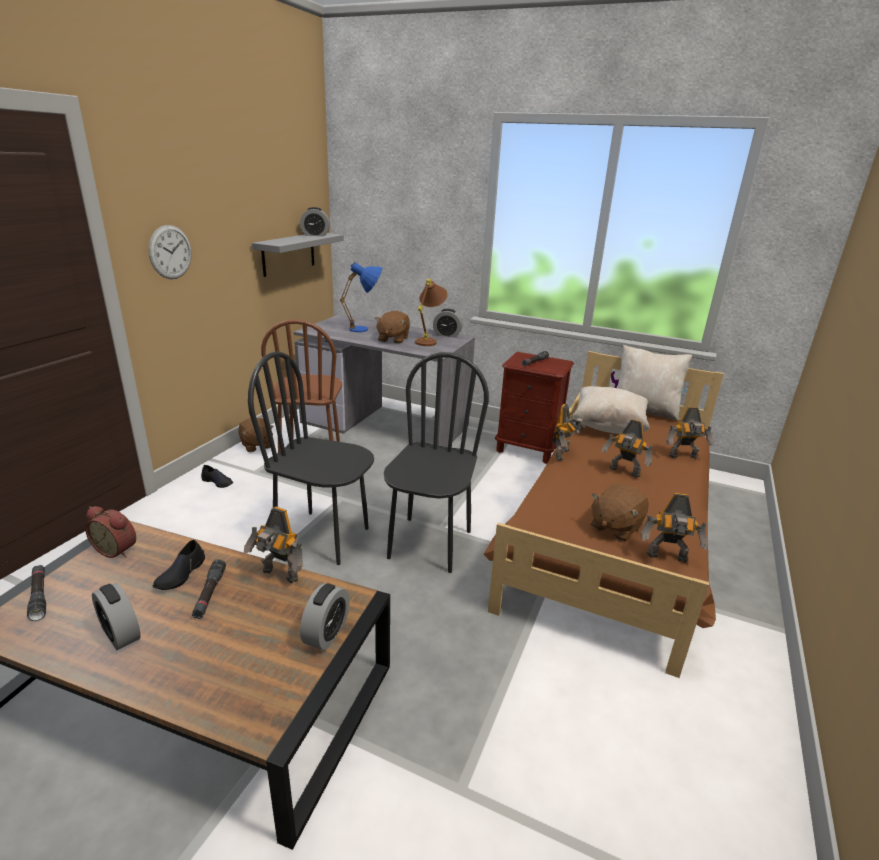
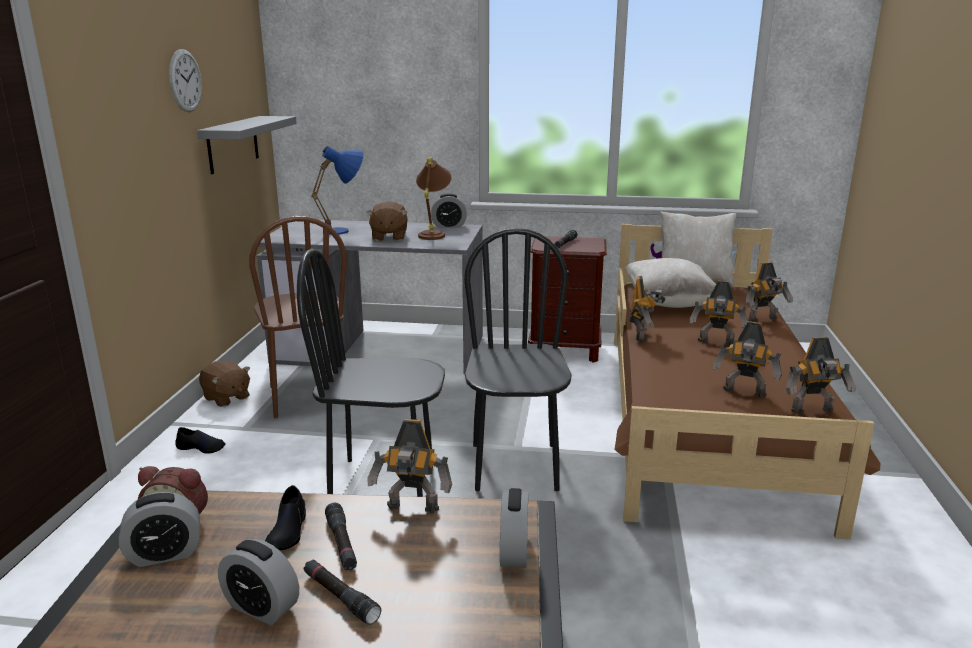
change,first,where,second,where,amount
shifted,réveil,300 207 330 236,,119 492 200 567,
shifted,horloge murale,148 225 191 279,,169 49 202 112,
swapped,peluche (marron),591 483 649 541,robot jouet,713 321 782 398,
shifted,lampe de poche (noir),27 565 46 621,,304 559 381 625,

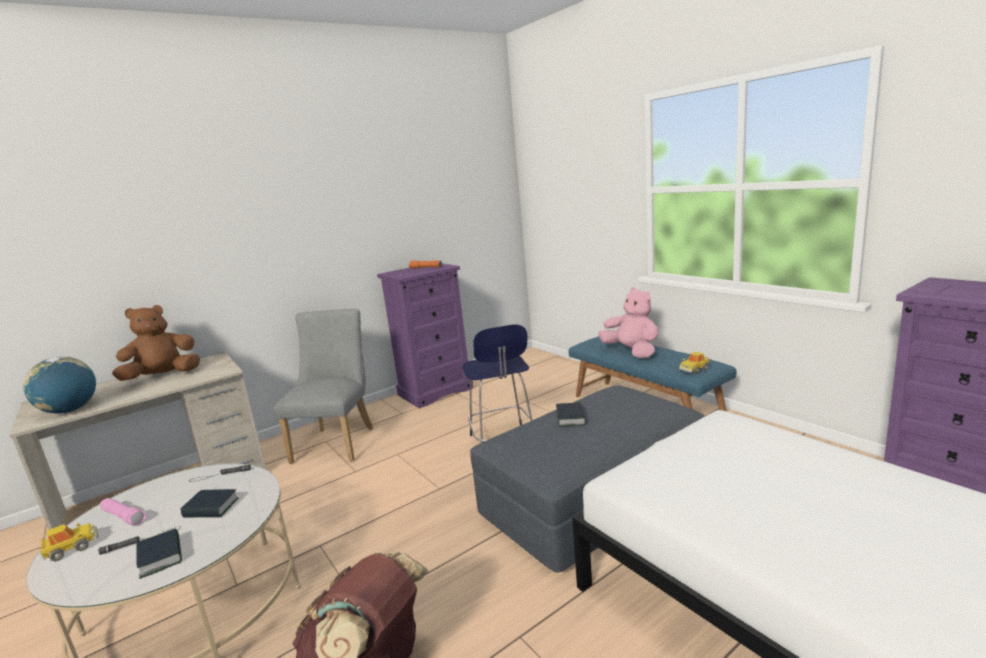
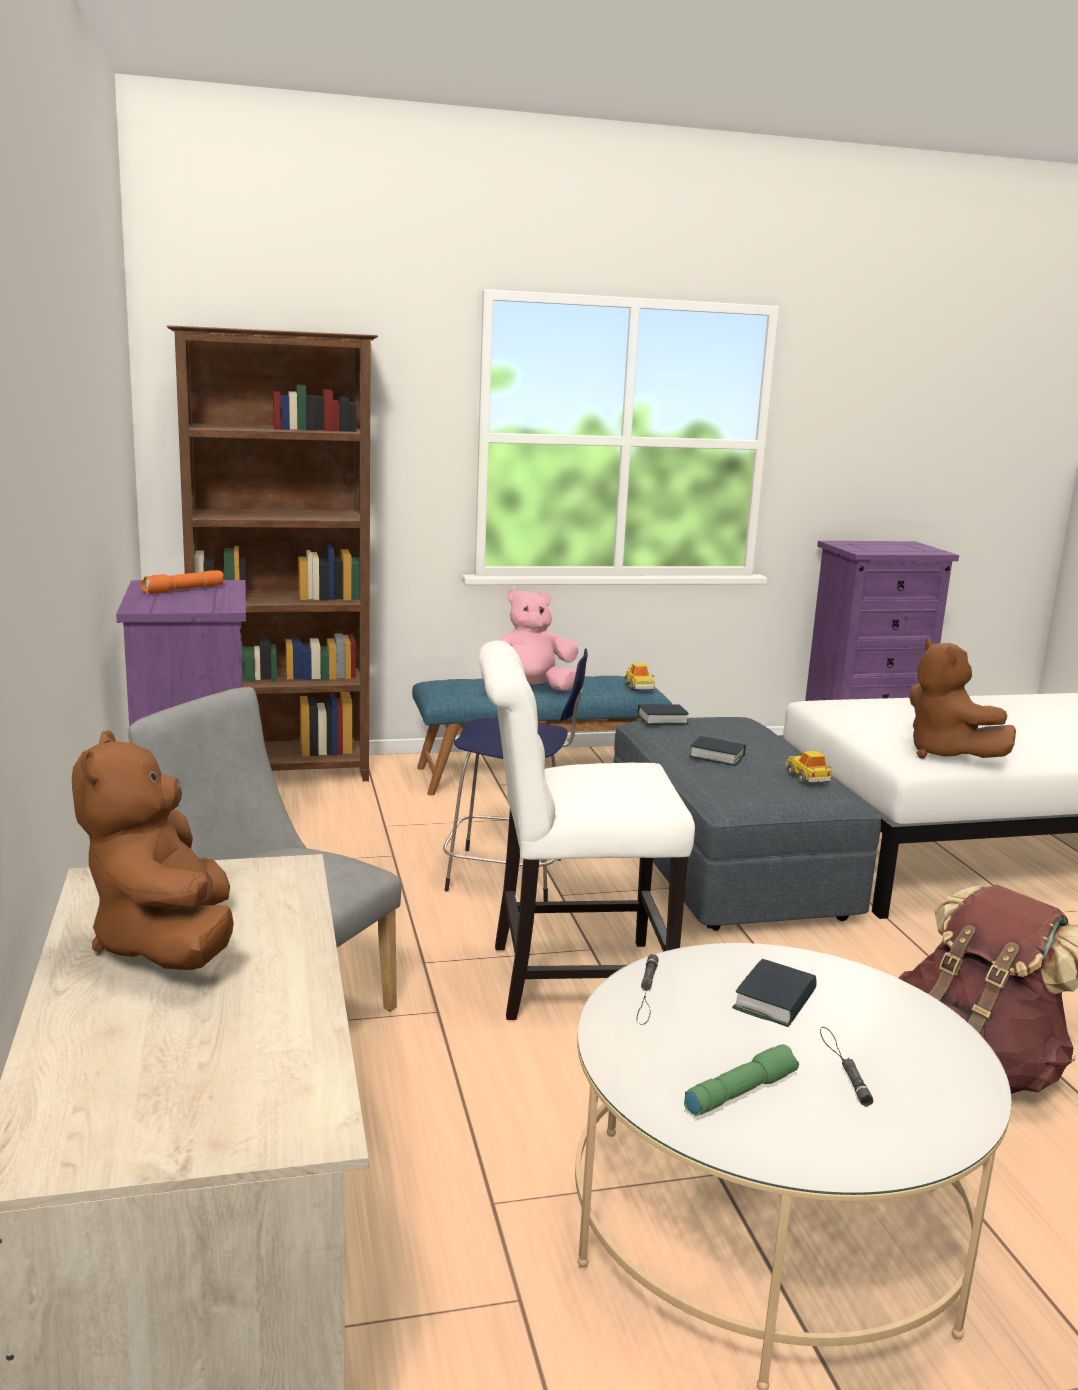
change,first,where,second,where,amount
gone,globe,24 357 96 413,,,
repainted,lampe de poche (rose),100 498 146 526,lampe de poche (vert),684 1044 799 1116,
shifted,petite voiture,39 523 99 561,,785 751 832 784,
shifted,livre,136 529 182 579,,638 704 689 725,
new,,,bibliothèque (marron),167 325 378 781,
new,,,peluche (marron),909 639 1016 759,
new,,,chaise (blanc),479 641 695 1020,

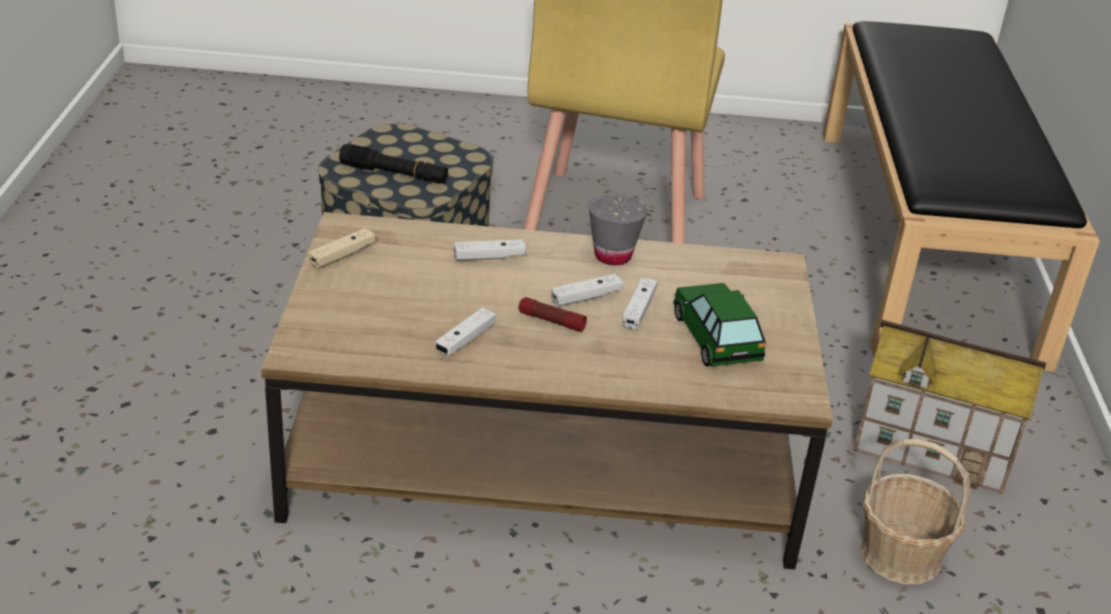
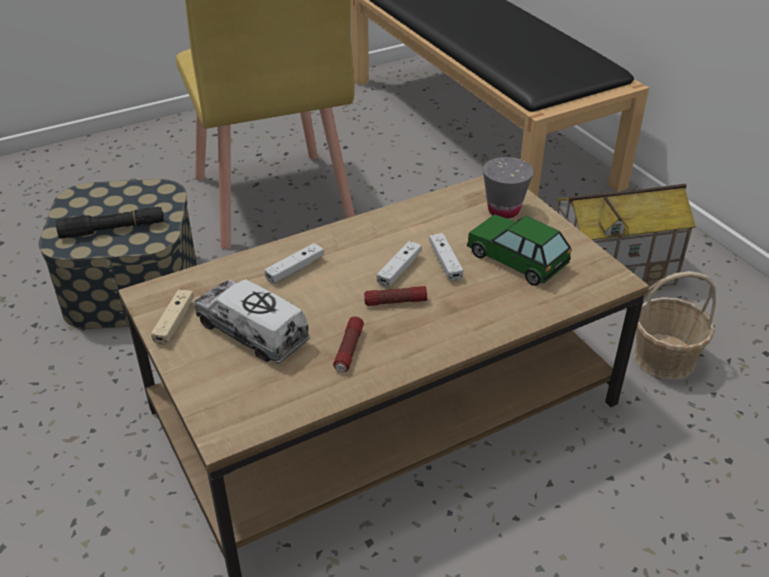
change,first,where,second,where,amount
shifted,tasse (gris),589 193 648 265,,483 157 533 219,
swapped,manette (blanc),435 307 496 355,lampe de poche,333 317 364 372,
new,,,camion jouet,194 279 310 364,

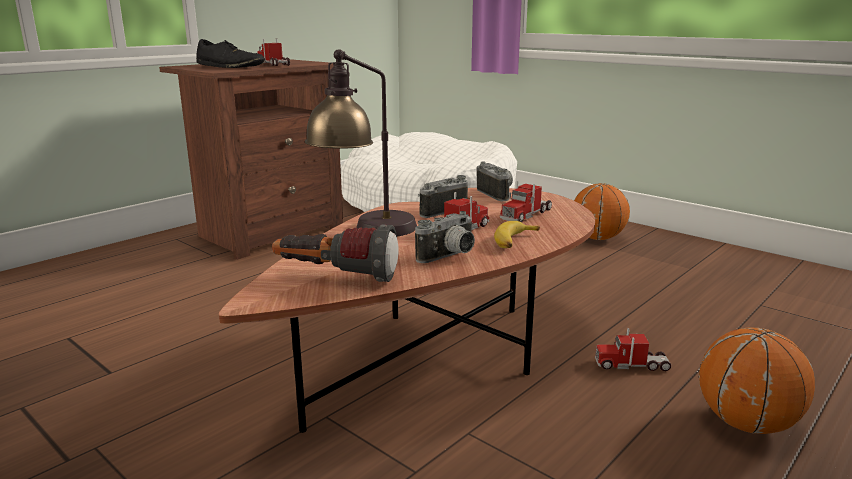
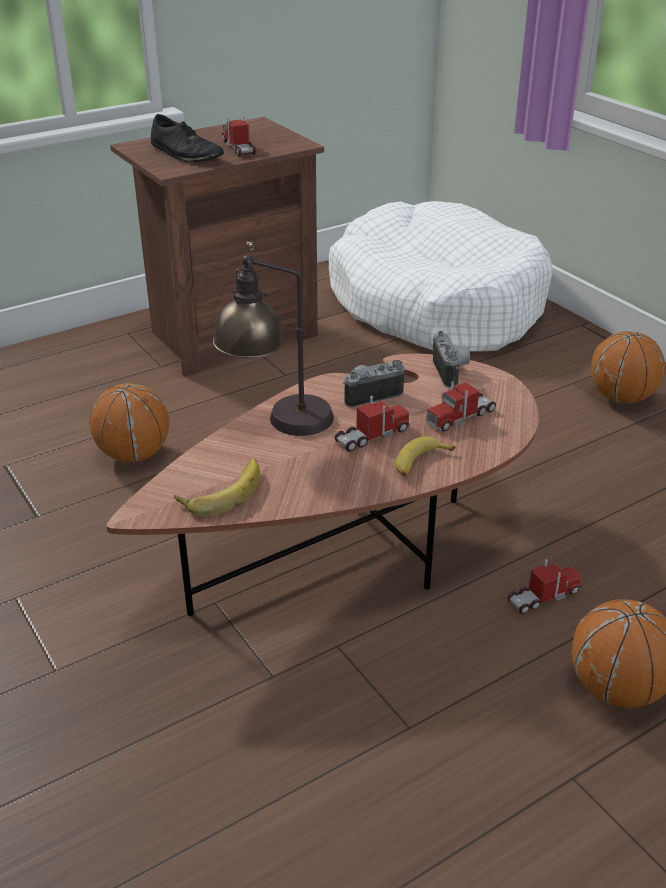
change,first,where,second,where,amount
gone,appareil photo,415 211 475 263,,,
swapped,lampe de poche,272 224 399 282,banane,174 459 260 516,
rotated,camion jouet,595 328 671 371,,507 559 582 614,135 degrees clockwise
new,,,ballon de basket,89 383 170 462,

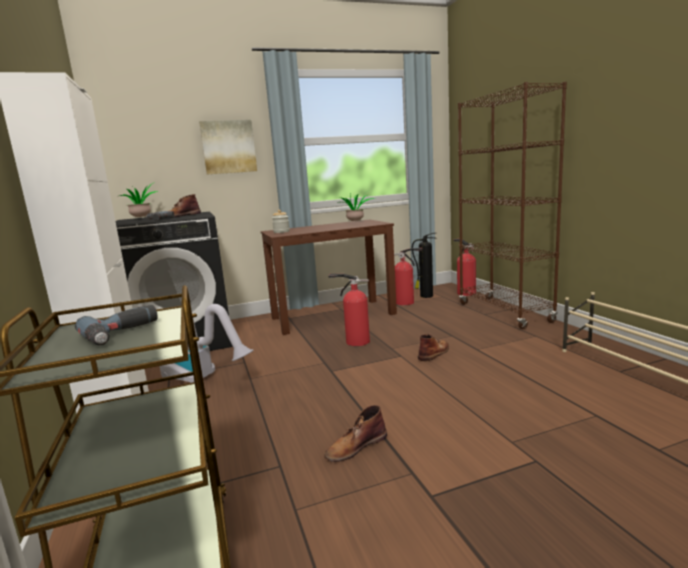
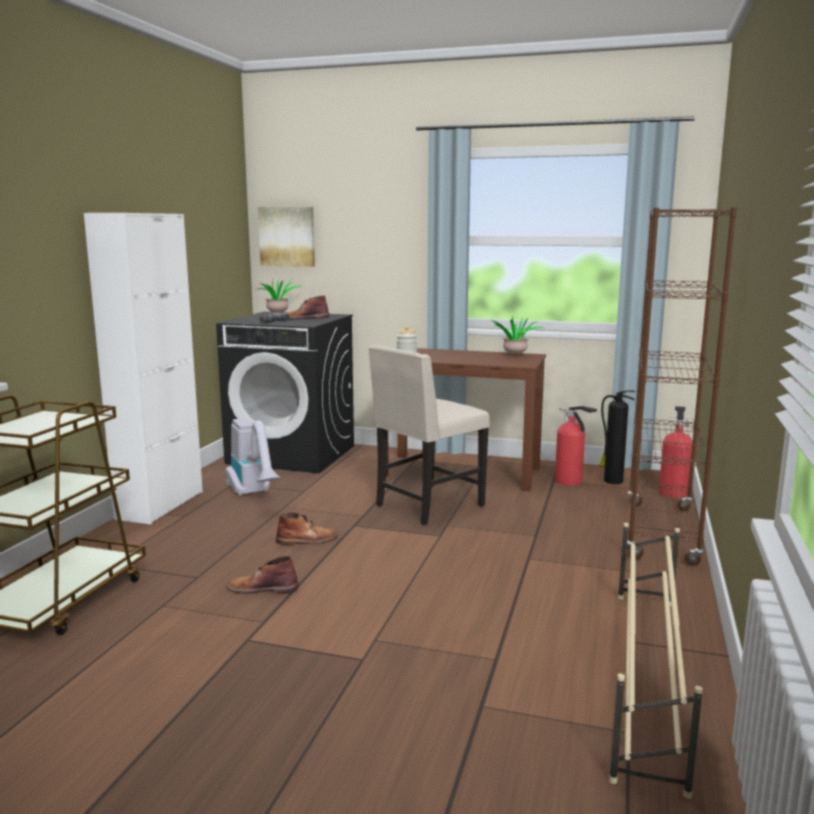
change,first,where,second,where,amount
shifted,tableau,199 120 257 175,,258 207 315 267,
swapped,extincteur,329 274 370 346,chaise (beige),369 345 490 525,
gone,perceuse,75 305 158 345,,,
shifted,botte (marron),418 334 449 361,,276 512 338 545,

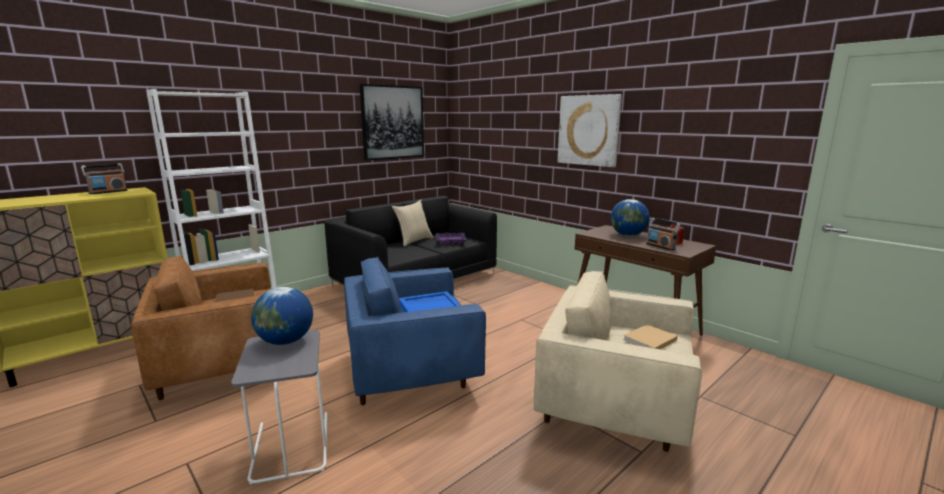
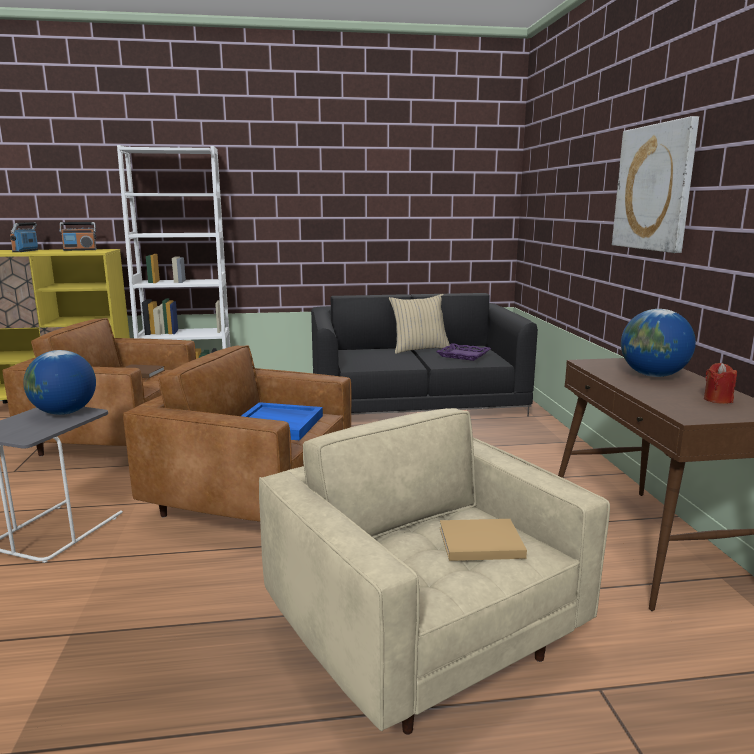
change,first,where,second,where,amount
gone,tableau,360 84 424 161,,,
shifted,radio,646 218 681 251,,10 222 38 252,
repainted,fauteuil (bleu),344 257 486 405,fauteuil (marron),123 345 351 522,

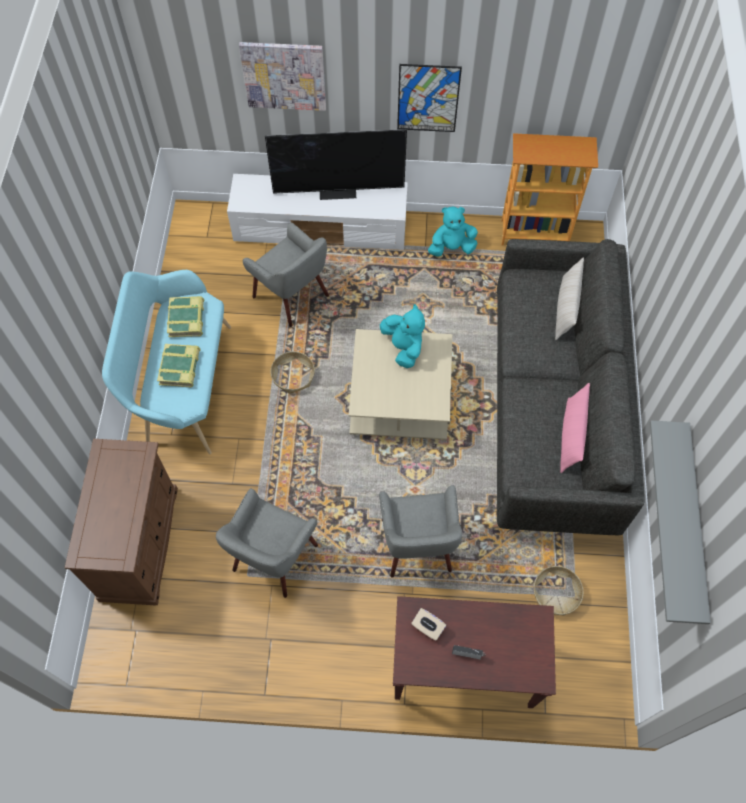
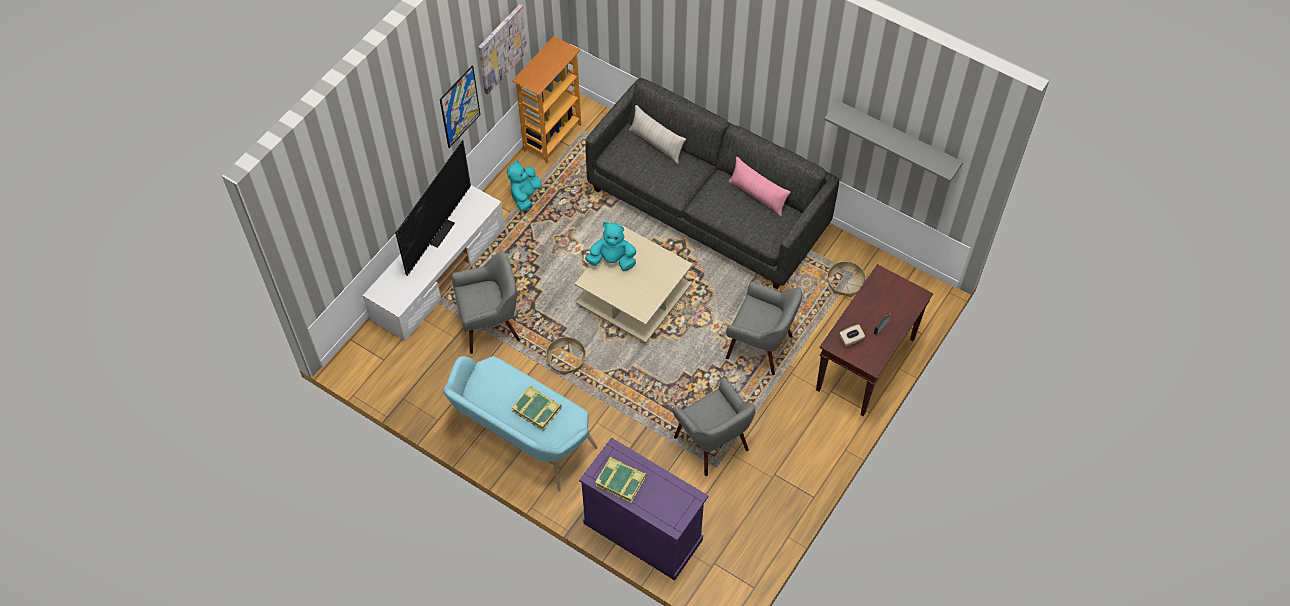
change,first,where,second,where,amount
shifted,tableau,239 42 326 111,,478 4 527 94,
shifted,livre,167 296 204 337,,595 457 647 503,
repainted,meuble de rangement (marron),65 439 178 605,meuble de rangement (violet),579 437 708 581,

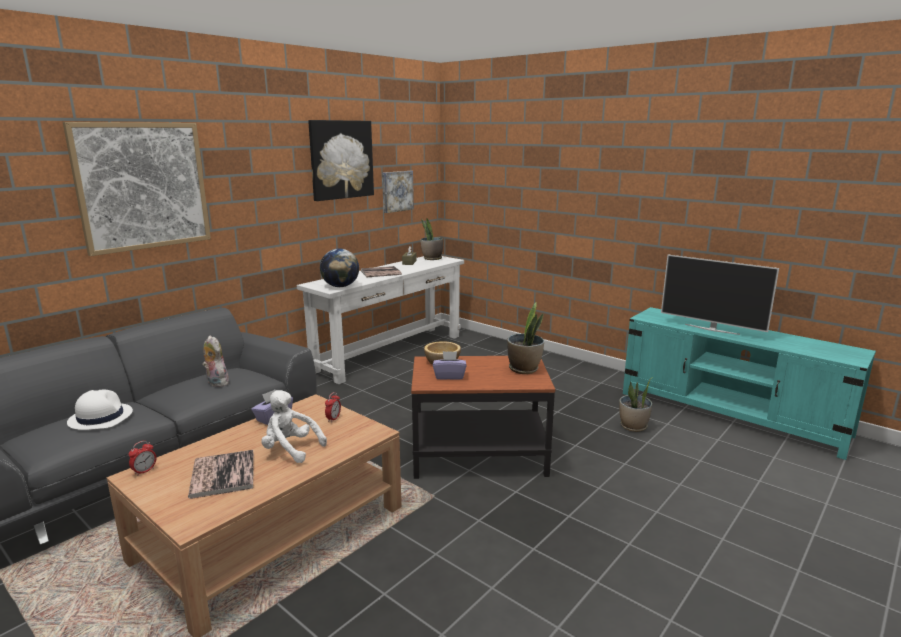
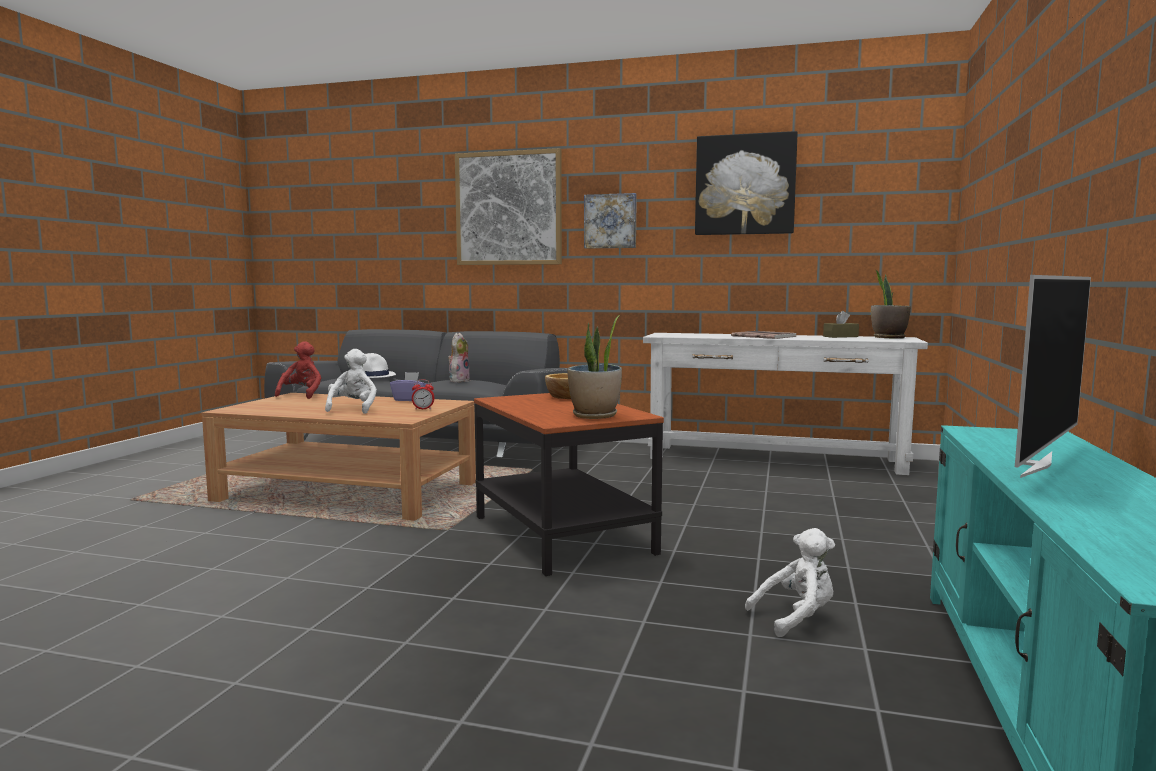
change,first,where,second,where,amount
shifted,tableau,382 171 414 213,,584 193 637 248,
gone,globe,320 249 359 287,,,
rotated,téléviseur,661 255 779 335,,1015 275 1091 478,150 degrees counterclockwise
gone,boîte à mouchoirs (violet),433 351 467 380,,,
swapped,plante en pot,619 377 653 432,peluche (blanc),745 528 835 637,
swapped,réveil,128 441 156 476,peluche (rouge),275 341 321 399,
gone,livre,188 450 254 499,,,

